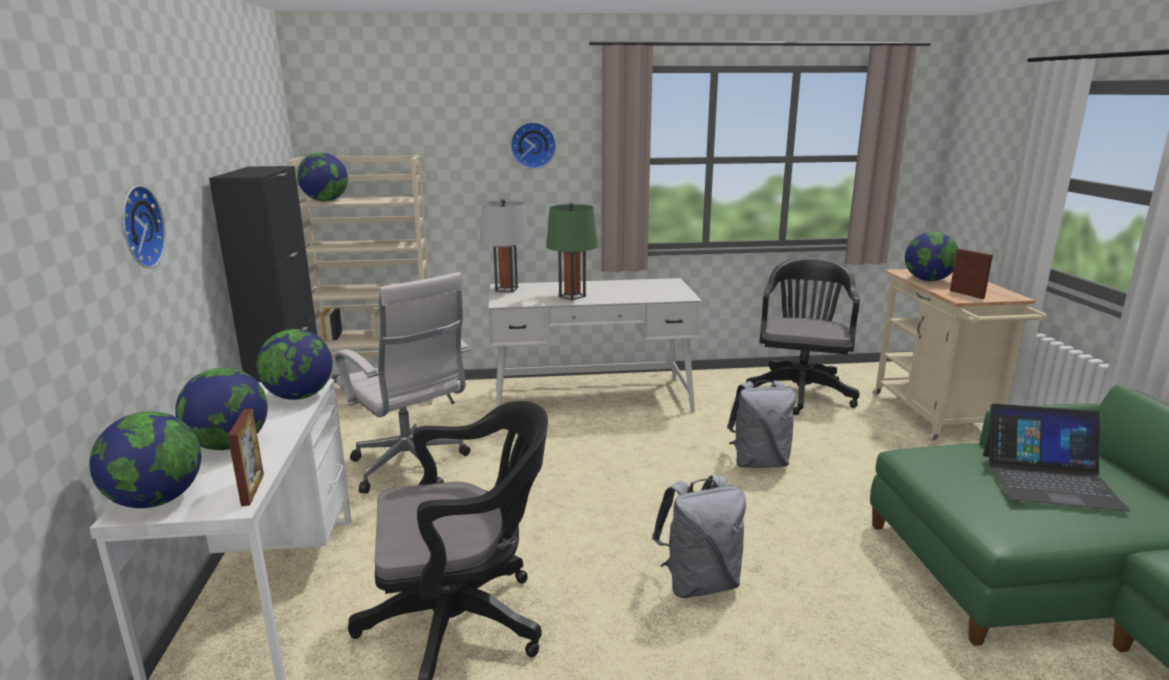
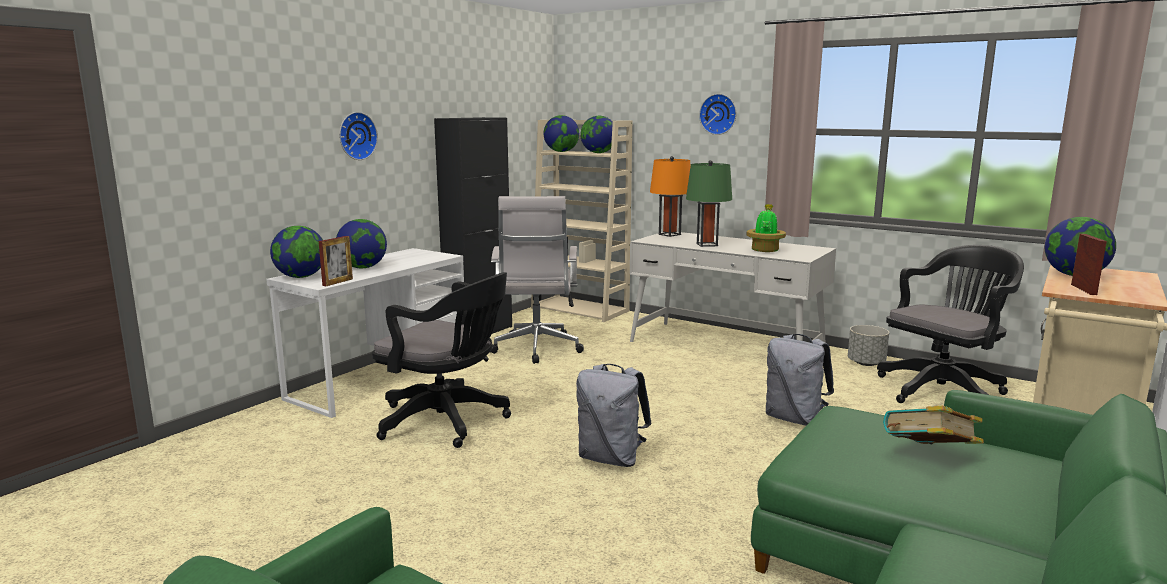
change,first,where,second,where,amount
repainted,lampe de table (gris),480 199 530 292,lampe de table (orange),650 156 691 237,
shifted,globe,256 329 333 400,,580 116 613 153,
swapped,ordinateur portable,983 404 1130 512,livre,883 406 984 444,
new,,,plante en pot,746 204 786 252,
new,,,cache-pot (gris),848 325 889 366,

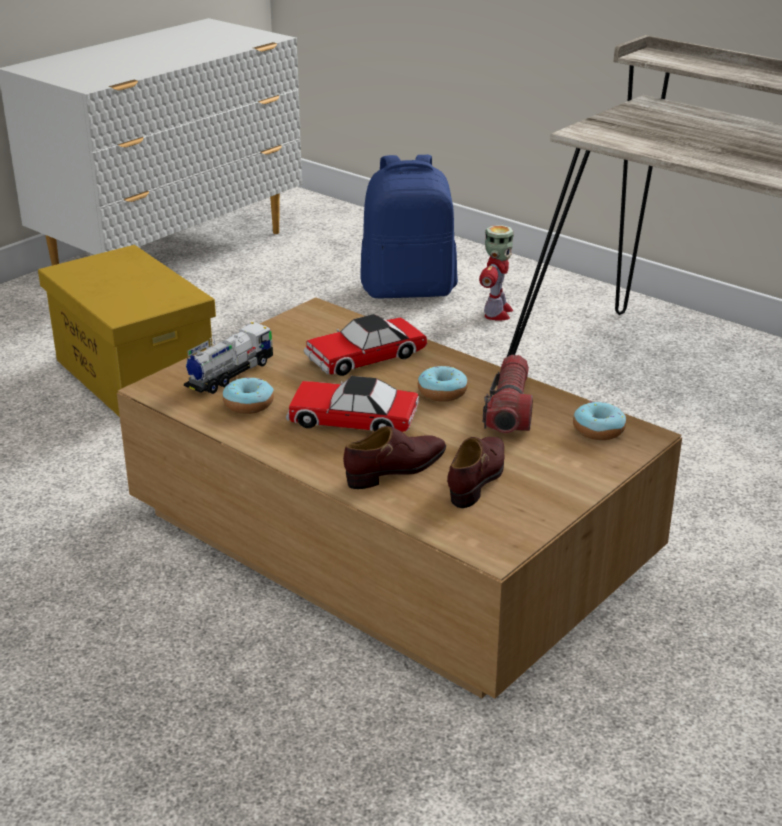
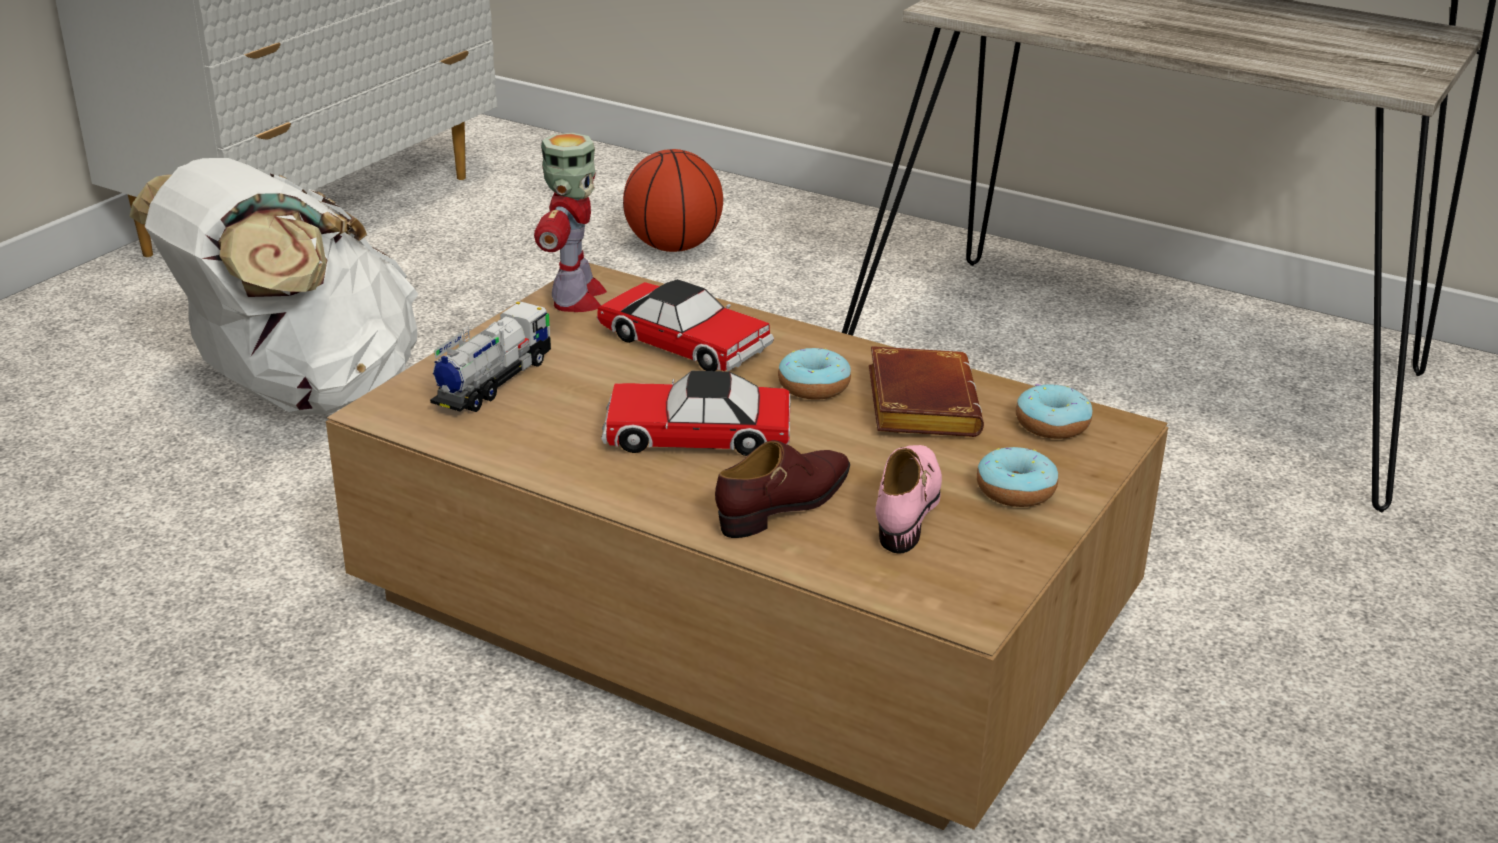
change,first,where,second,where,amount
swapped,sac à dos (bleu),360 155 458 298,ballon de basket,623 149 723 252,
shifted,robot jouet,479 225 514 321,,534 133 607 312,
swapped,boîte de rangement (jaune),38 245 216 417,sac à dos (blanc),129 158 419 415,
rotated,petite voiture,303 314 427 376,,597 279 774 371,105 degrees counterclockwise
swapped,lampe de poche,483 355 533 433,livre (marron),869 346 984 437,
shifted,beignet,223 377 274 414,,976 447 1058 507,
repainted,chaussure (marron),447 437 505 508,chaussure (rose),875 445 942 554,

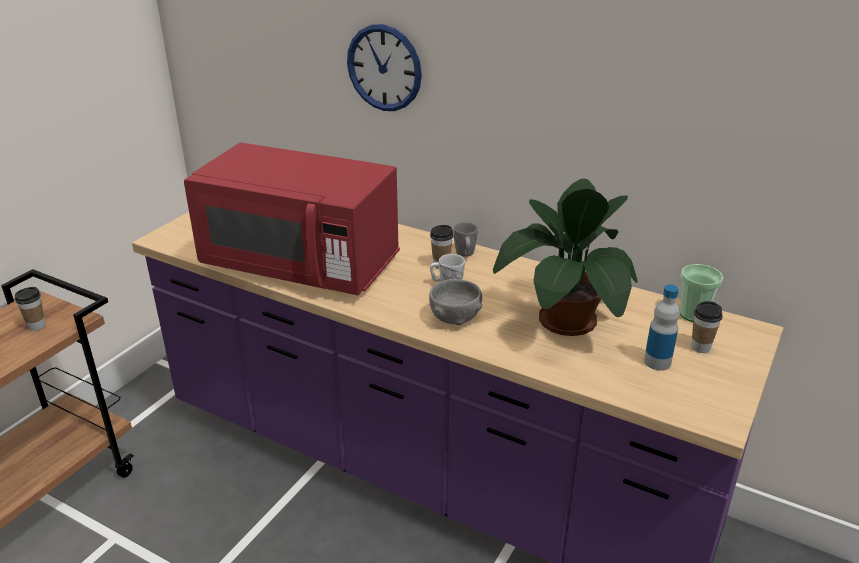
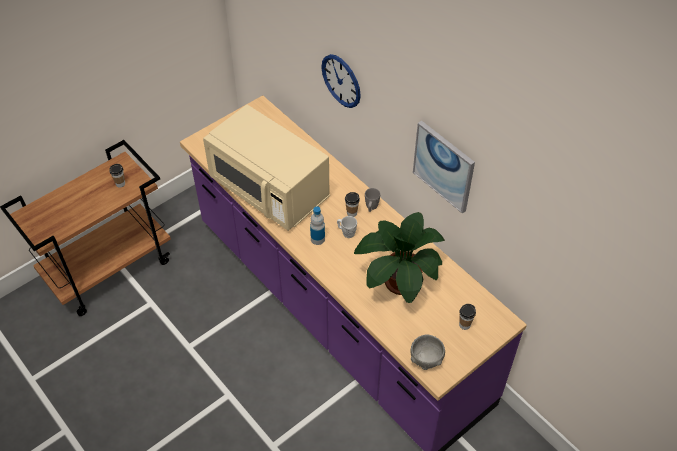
change,first,where,second,where,amount
repainted,micro-ondes (rouge),184 142 400 295,micro-ondes (beige),203 105 330 231,
gone,tasse,680 264 723 322,,,
shifted,bol (gris),429 279 482 325,,410 335 445 370,
shifted,bouteille,644 284 680 370,,310 206 325 245,
new,,,tableau,413 121 475 214,

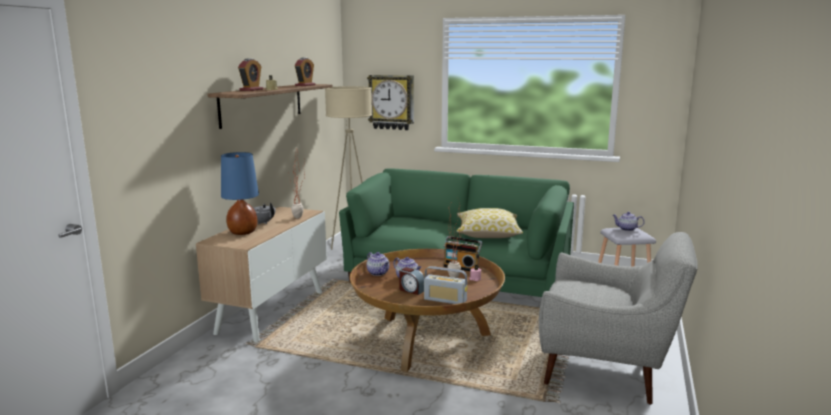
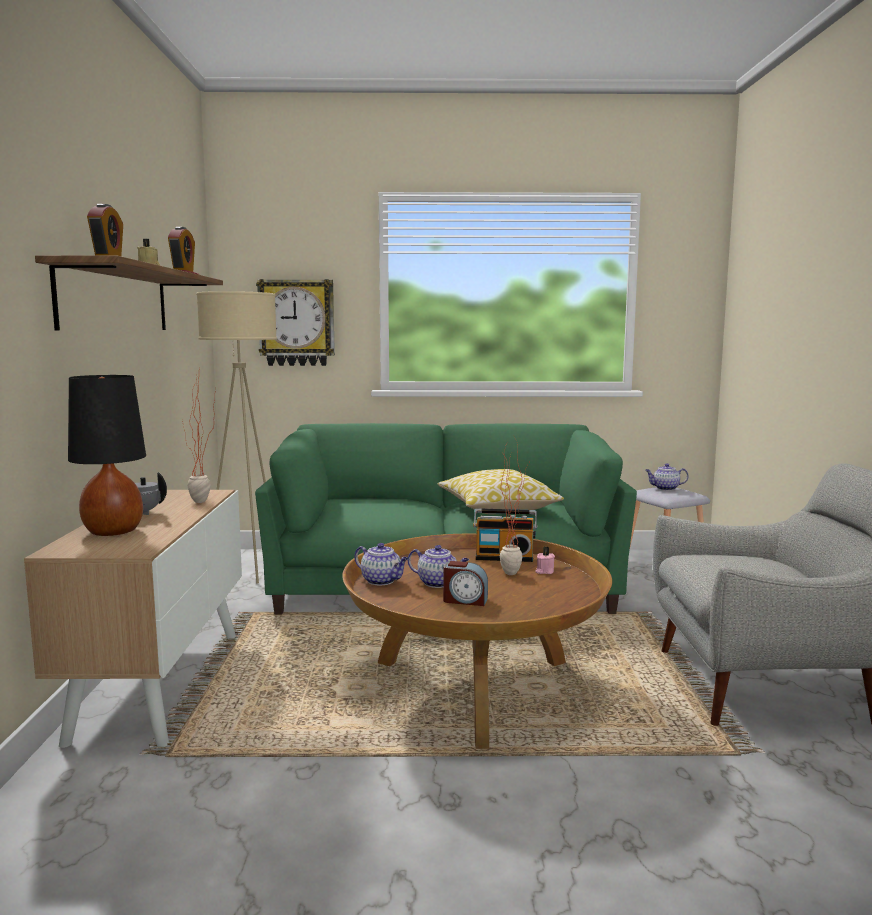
change,first,where,second,where,amount
repainted,lampe de table (bleu),221 152 259 235,lampe de table (noir),68 375 146 536,
gone,radio,424 266 468 304,,,

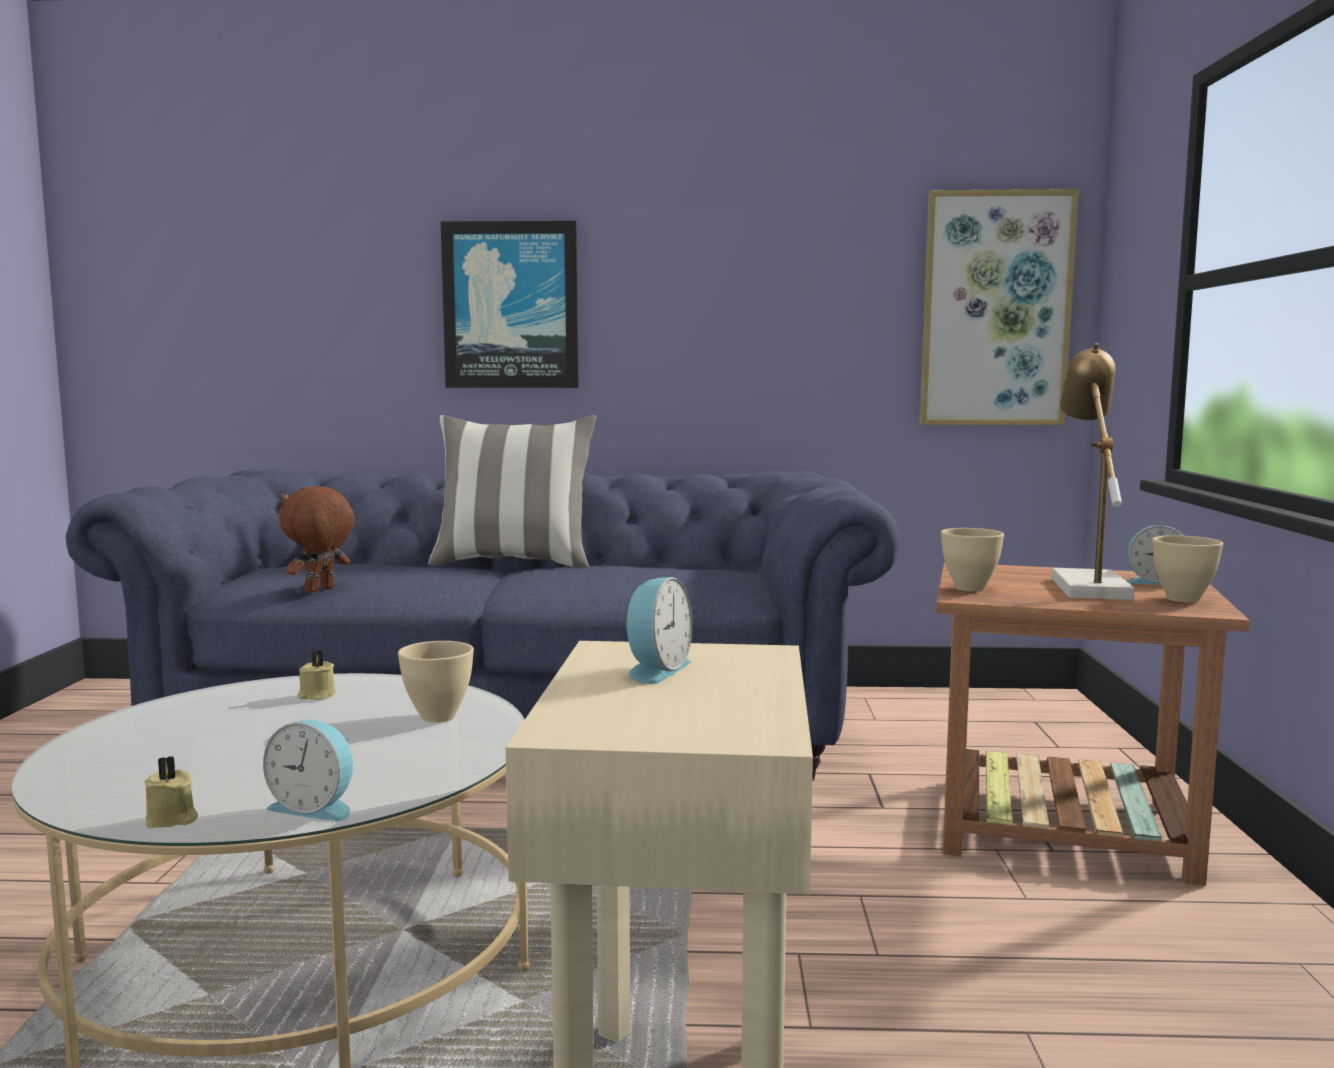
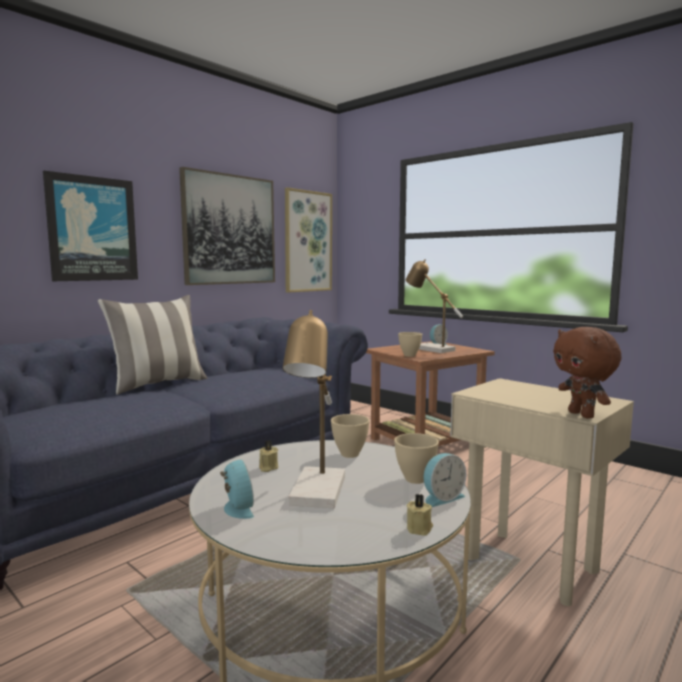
change,first,where,second,where,amount
shifted,peluche (marron),279 486 355 593,,553 327 622 419,
shifted,bol (beige),1152 536 1223 603,,394 433 439 484,
shifted,réveil,625 577 692 684,,220 459 254 519,
new,,,tableau,179 167 275 285,
new,,,lampe de table,283 310 345 508,

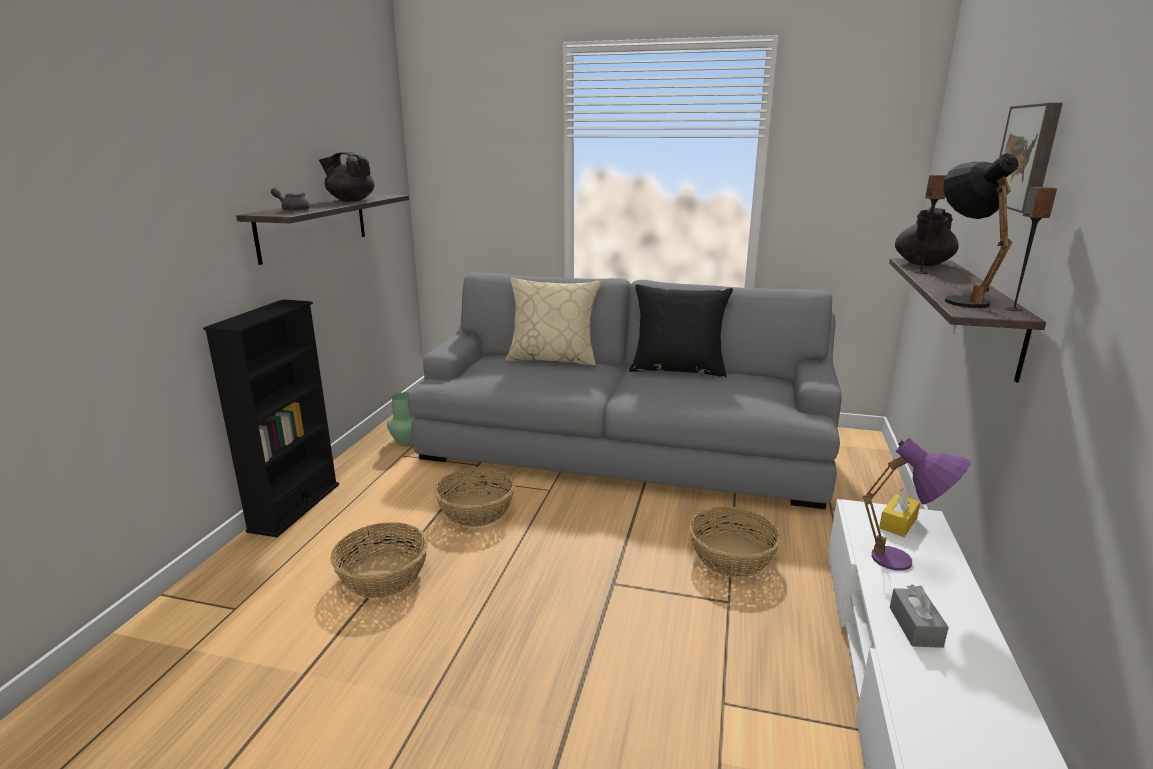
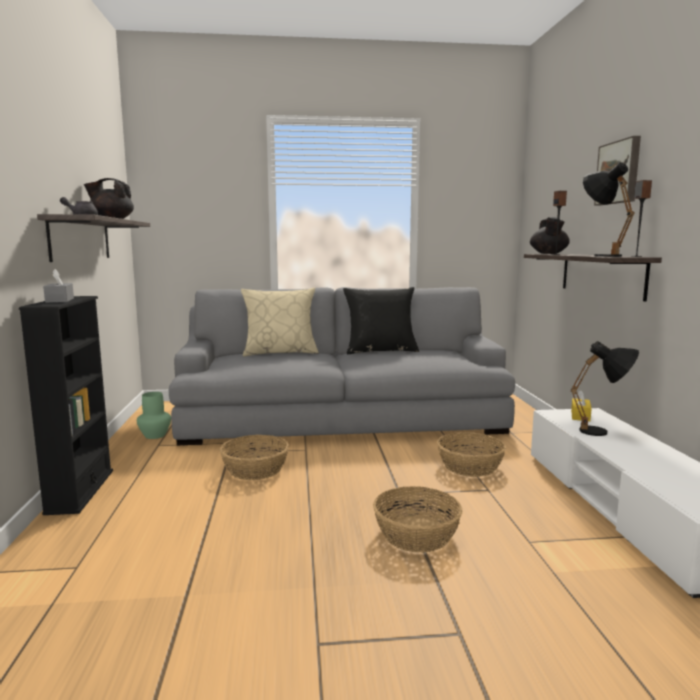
change,first,where,second,where,amount
repainted,lampe de table (violet),863 438 971 571,lampe de table (noir),571 341 639 436,
shifted,panier,330 522 428 598,,373 486 463 552,
shifted,boîte à mouchoirs (gris),890 585 949 648,,43 269 74 303,

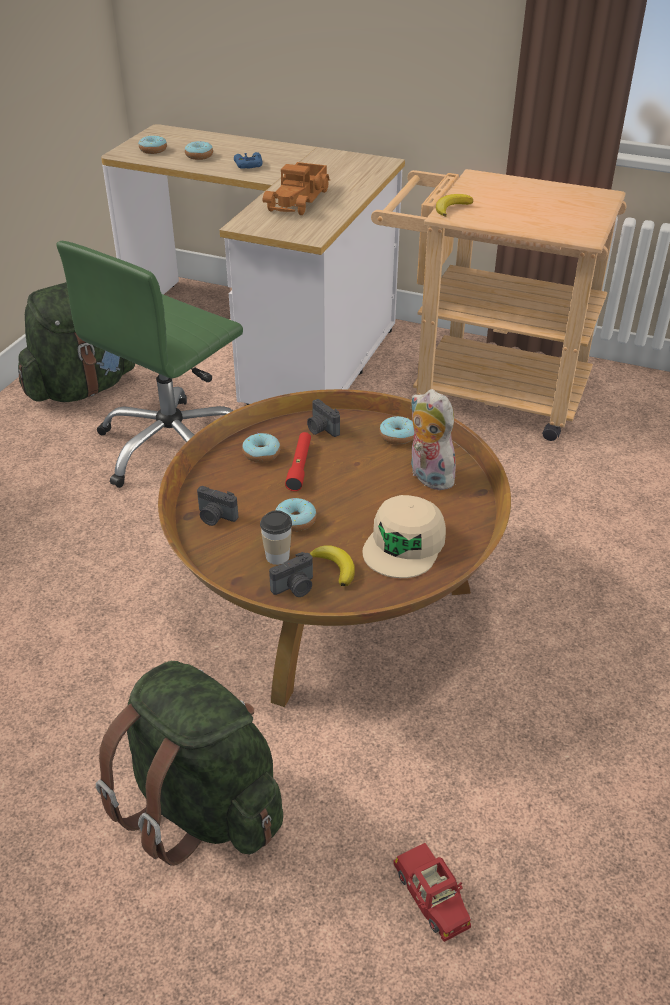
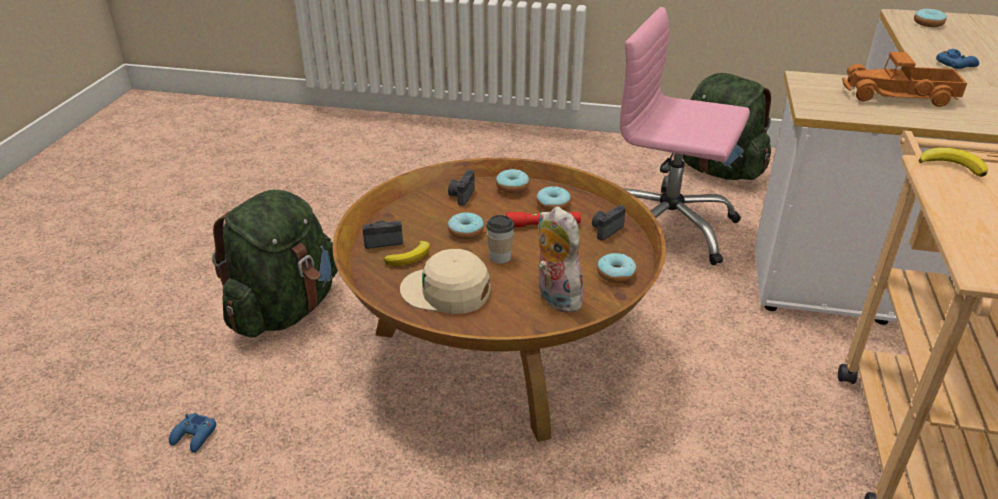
change,first,where,second,where,amount
shifted,beignet,185 141 213 160,,496 169 529 193,
repainted,chaise de bureau (vert),57 241 243 488,chaise de bureau (rose),620 7 750 265,
rotated,peluche,411 389 456 490,,538 206 585 313,75 degrees counterclockwise
shifted,tasse,260 510 292 565,,486 215 514 264,
rotated,appareil photo,269 552 313 597,,362 220 403 249,120 degrees clockwise
swapped,petite voiture (rouge),393 843 471 942,manette (bleu),169 413 216 453,

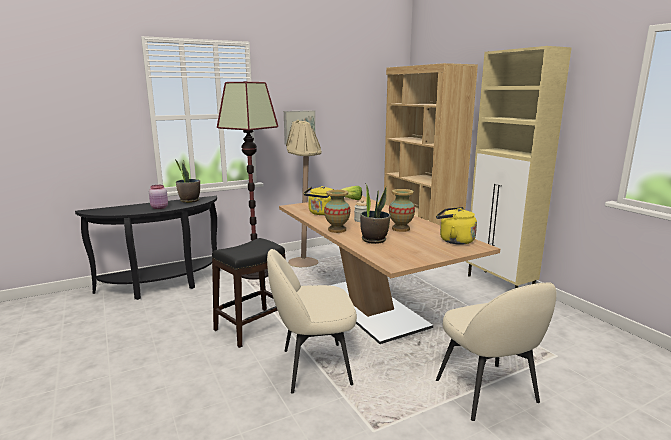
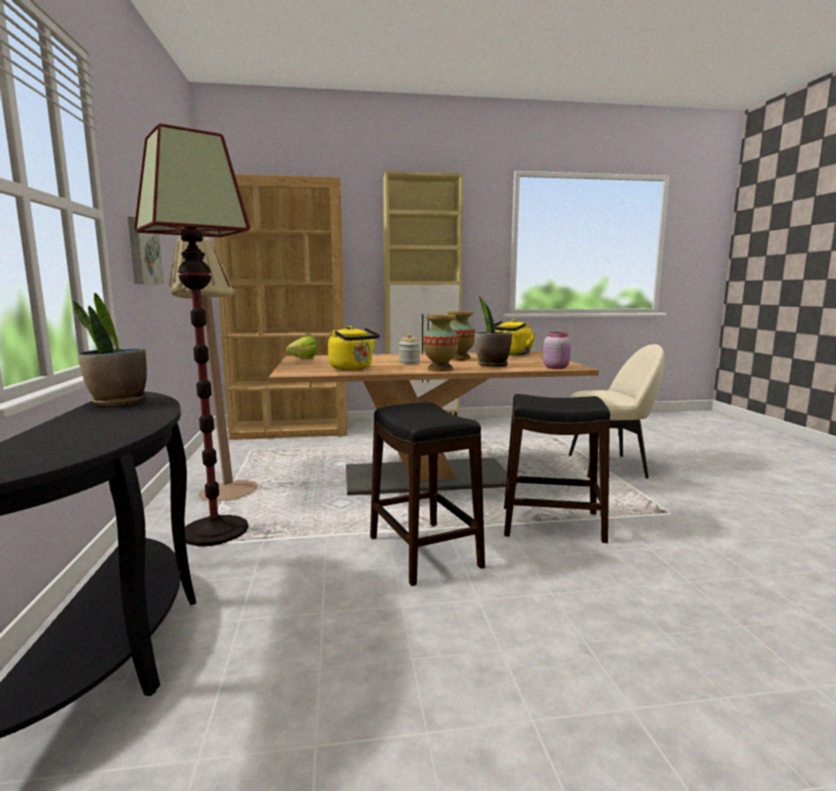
change,first,where,second,where,amount
shifted,bocal (rose),149 185 168 209,,543 332 571 369,
swapped,chaise (beige),267 249 357 394,tabouret (noir),504 394 610 543,

